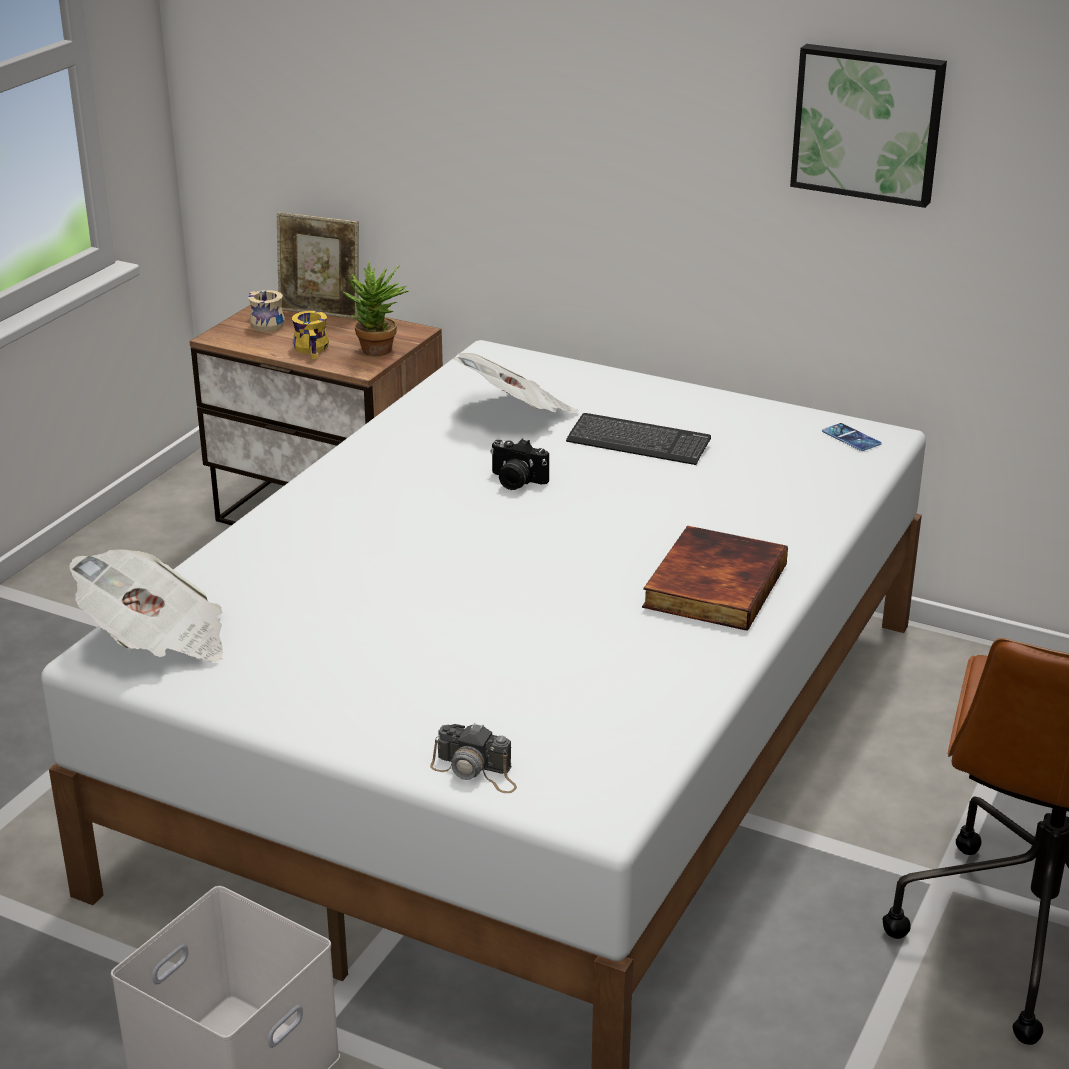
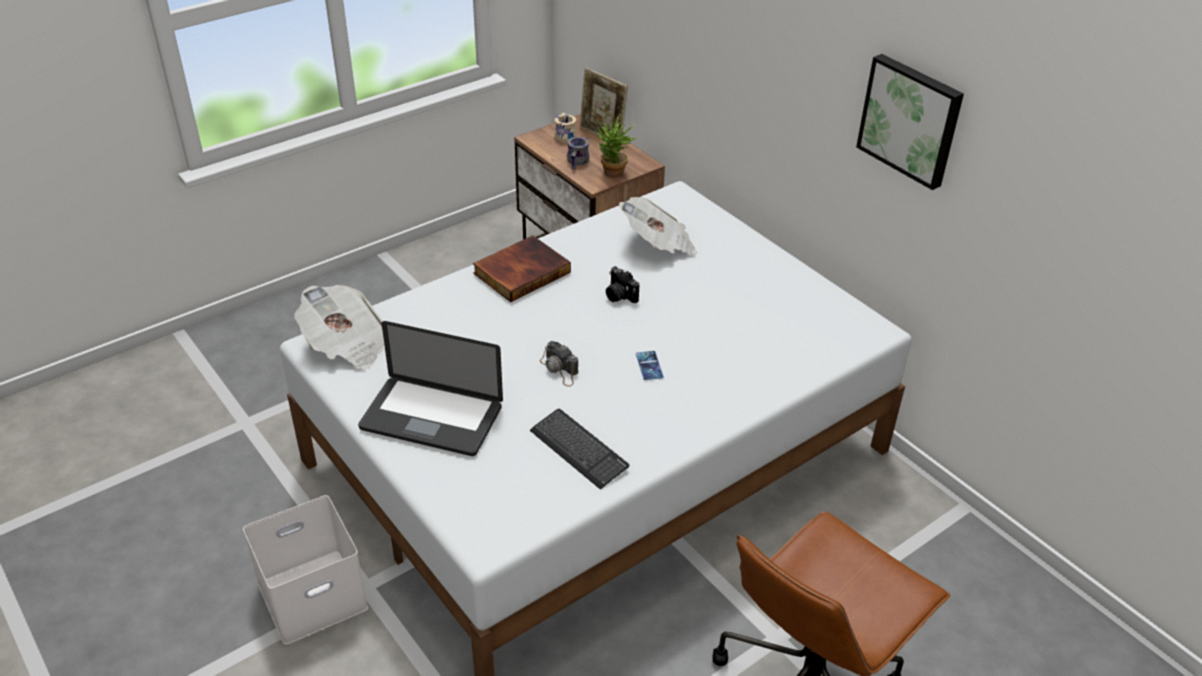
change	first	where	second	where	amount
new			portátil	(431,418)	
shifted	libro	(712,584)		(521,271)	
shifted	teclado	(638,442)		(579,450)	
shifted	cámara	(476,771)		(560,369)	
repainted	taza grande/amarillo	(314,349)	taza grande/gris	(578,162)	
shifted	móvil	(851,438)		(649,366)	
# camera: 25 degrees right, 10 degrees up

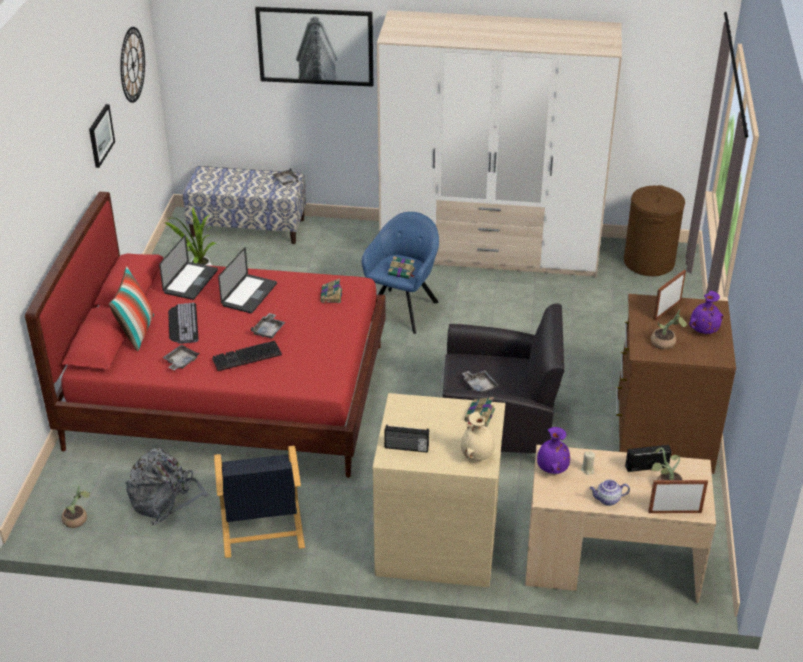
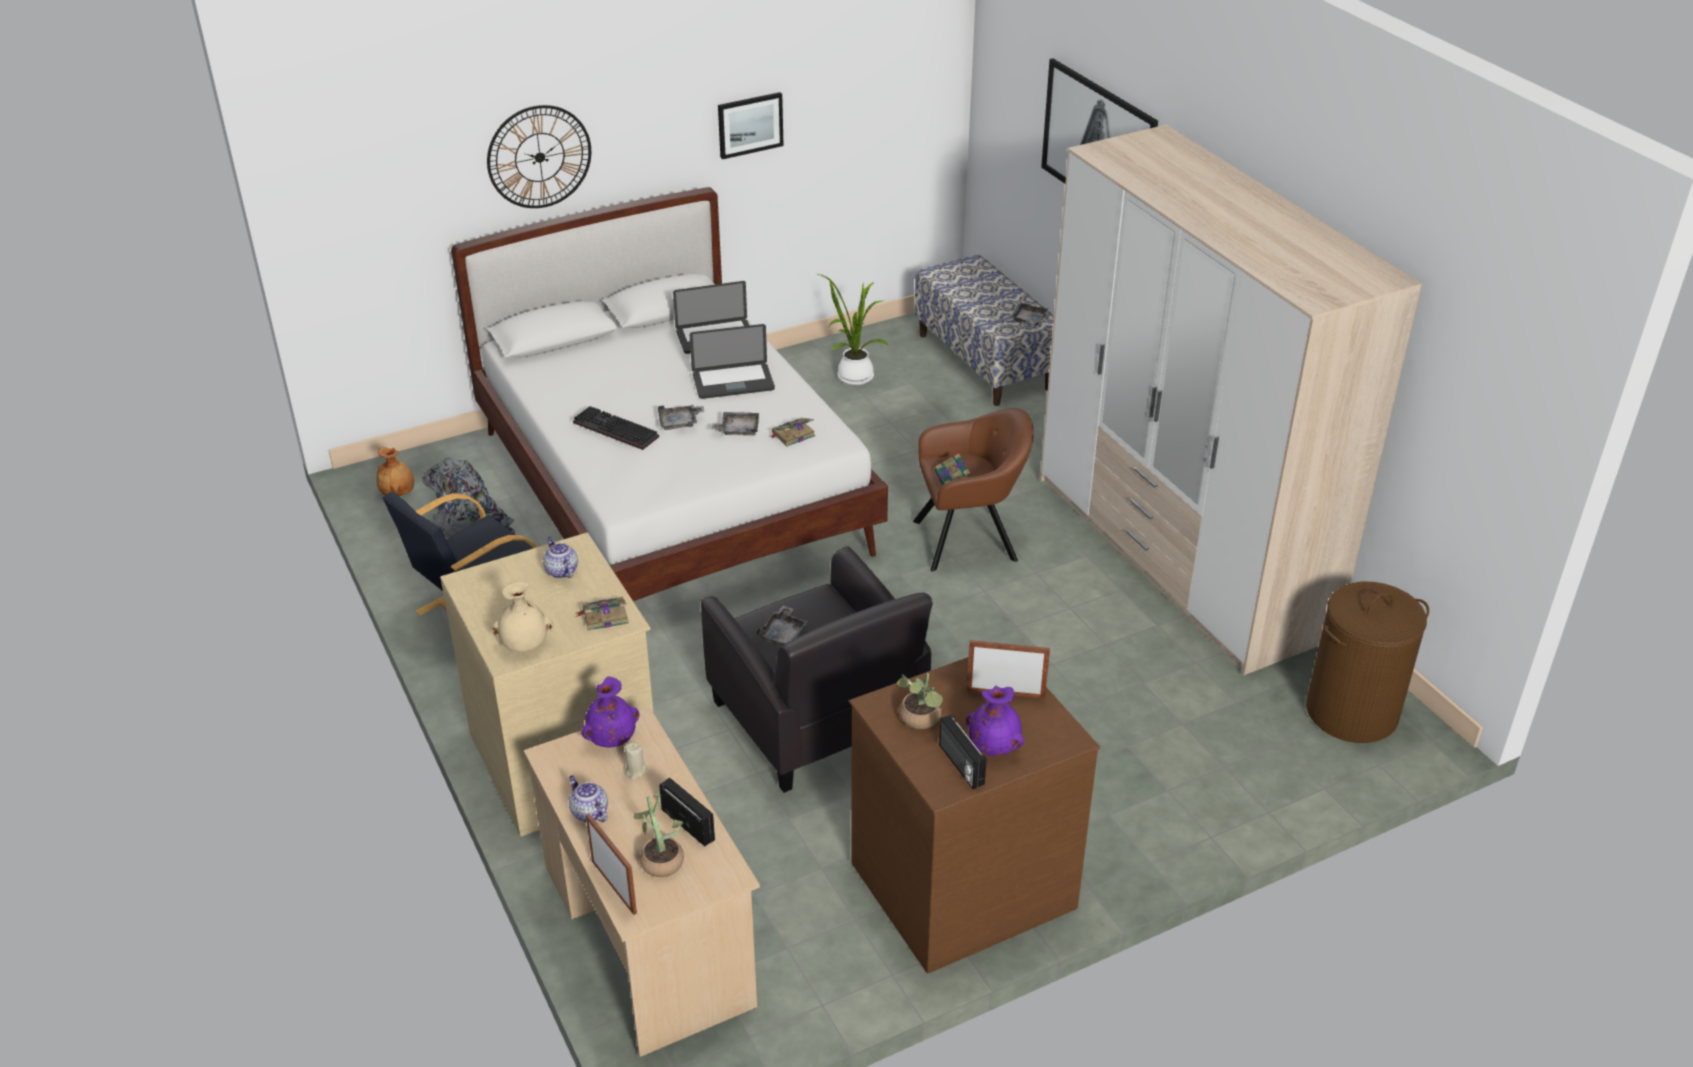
change	first	where	second	where	amount
swapped	planta en maceta	(78,519)	florero/marrón	(398,493)	
repainted	cama/rojo	(229,395)	cama/blanco	(674,491)	
shifted	reloj de pared	(132,64)		(539,157)	
new			tetera	(561,571)	
shifted	bandeja/gris	(180,362)		(738,429)	
repainted	sillón/azul	(403,308)	sillón/marrón	(970,540)	
shifted	radio	(406,448)		(960,765)	
gone	cojín	(136,332)			
gone	teclado	(182,323)			
# camera: 55 degrees right, 0 degrees up

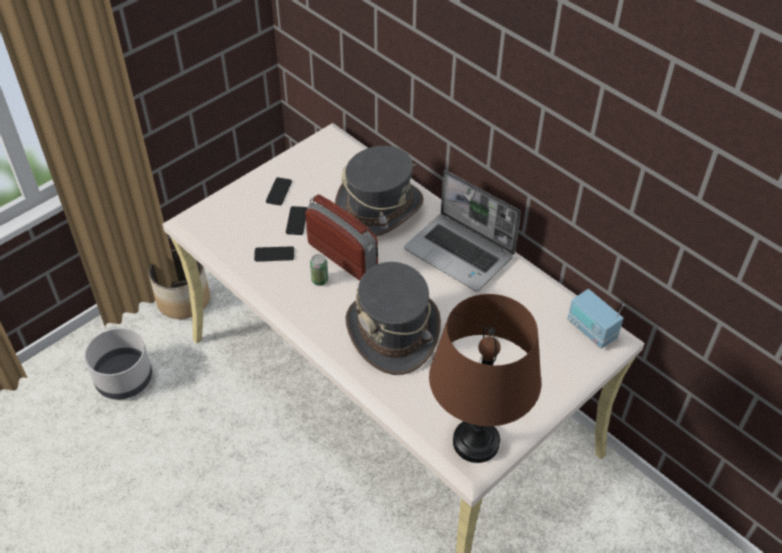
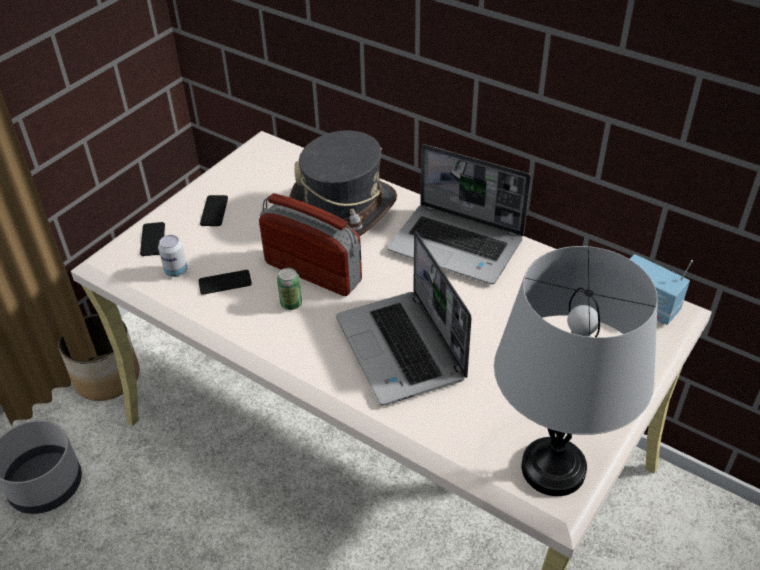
change	first	where	second	where	amount
shifted	móvil	(296,221)		(153,239)	
new			lata	(176,271)	
swapped	sombrero/gris	(393,332)	portátil	(402,349)	
repainted	lámpara de mesa/marrón	(476,442)	lámpara de mesa/gris	(553,469)	
# camera: 10 degrees left, 5 degrees down

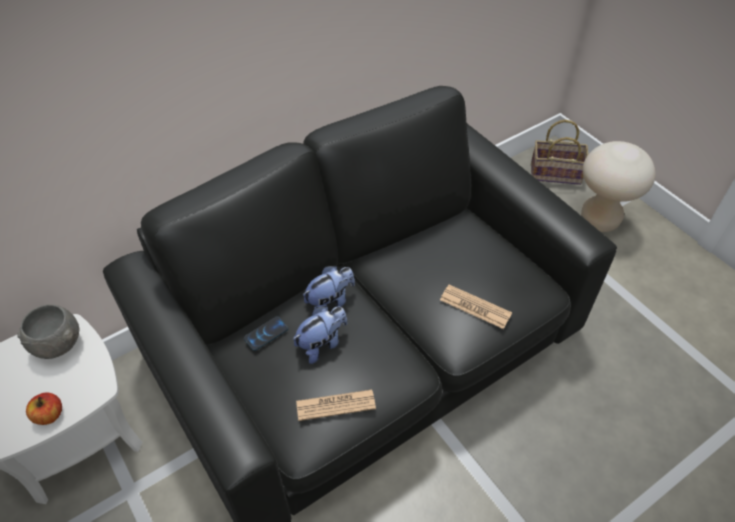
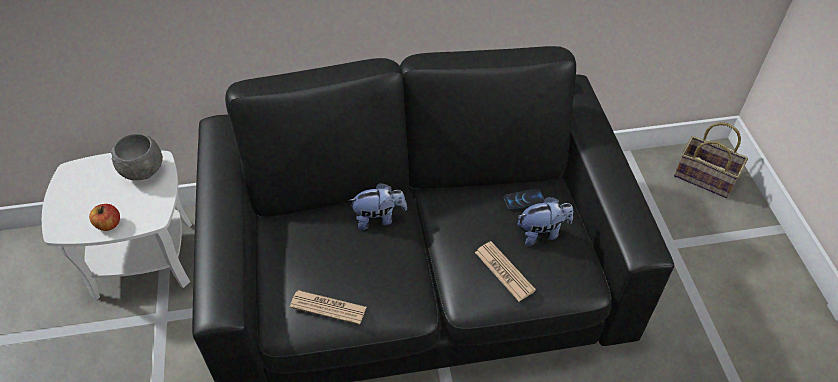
change	first	where	second	where	amount
shifted	móvil	(266,334)		(523,200)	
shifted	peluche	(322,344)		(542,232)	
gone	taburete/beis	(599,220)			
# camera: 25 degrees right, 0 degrees up

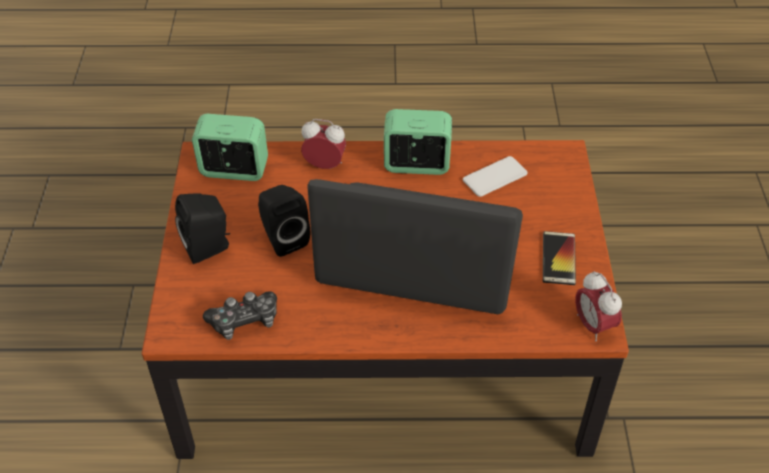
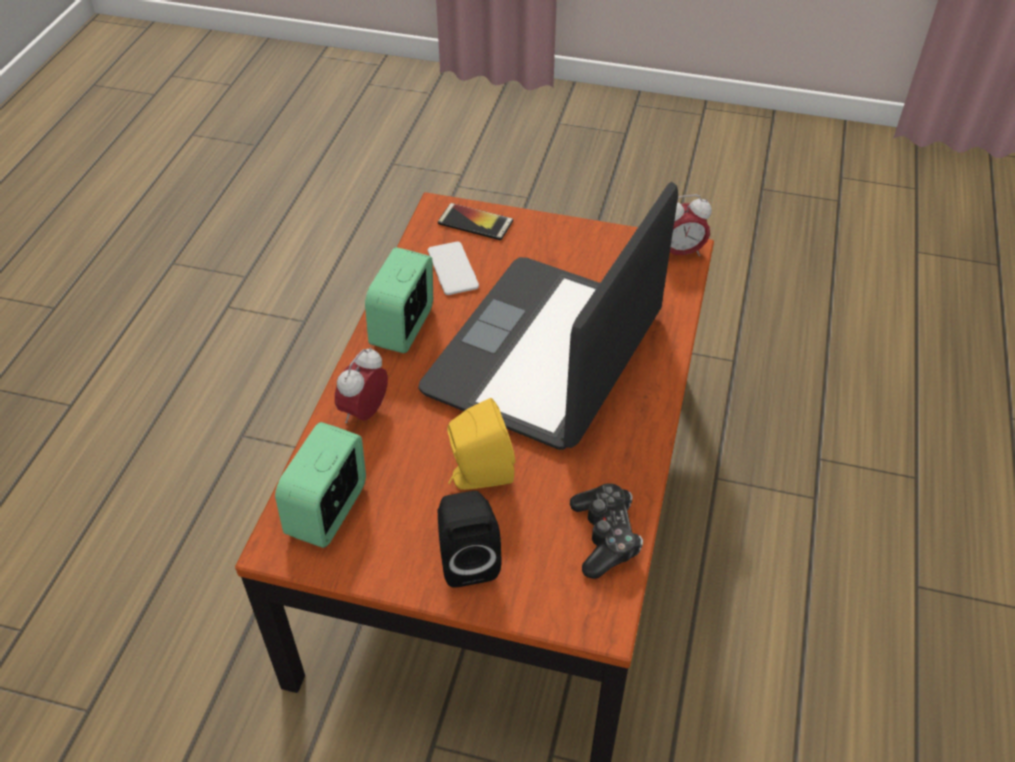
change	first	where	second	where	amount
shifted	móvil	(558,258)		(475,222)	
repainted	altavoz/negro	(283,238)	altavoz/amarillo	(478,476)	
# camera: 75 degrees left, 0 degrees up

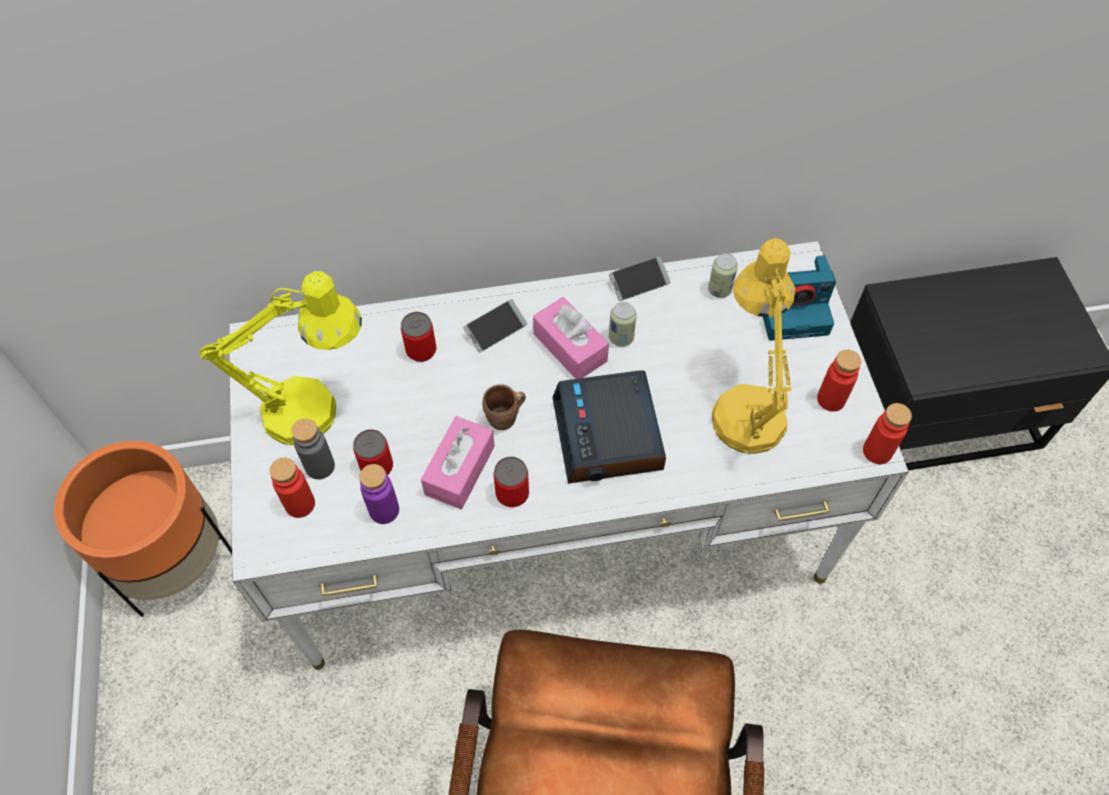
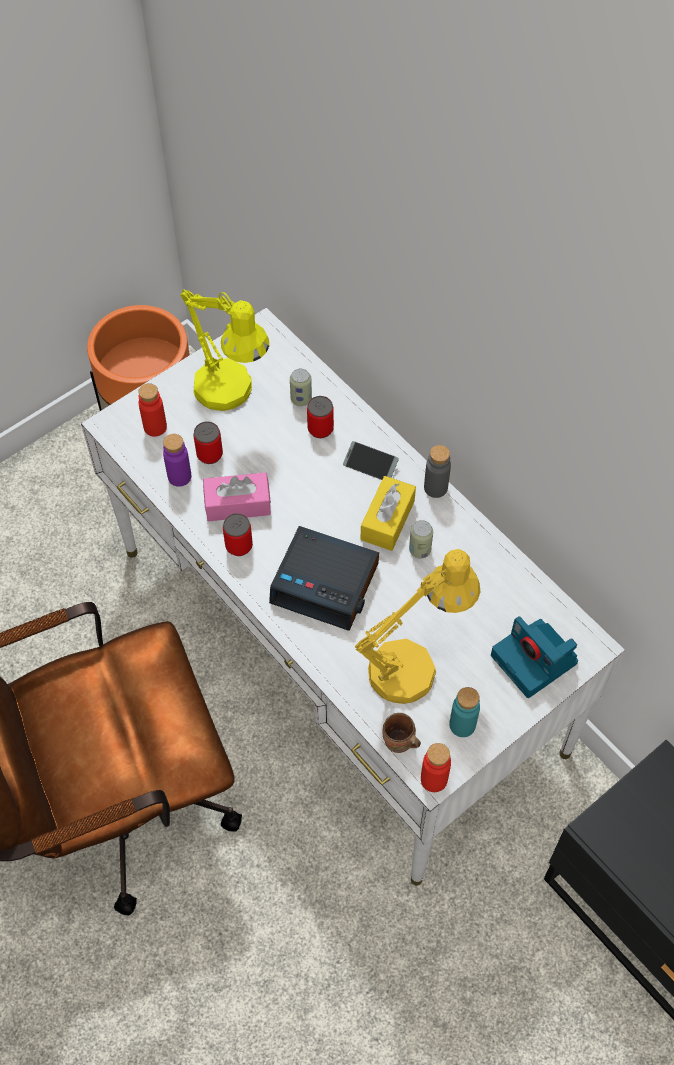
change	first	where	second	where	amount
rotated	despertador	(609,435)		(326,583)	120 degrees counterclockwise
shifted	lata	(719,290)		(301,399)	
repainted	caja de pañuelos/rosa	(570,347)	caja de pañuelos/amarillo	(387,520)	
shifted	taza grande/marrón	(504,419)		(399,744)	
shifted	botella/gris	(320,466)		(435,488)	
repainted	botella/rojo	(831,399)	botella/turquesa	(462,725)	
gone	móvil	(639,282)			
# camera: 60 degrees right, 0 degrees up

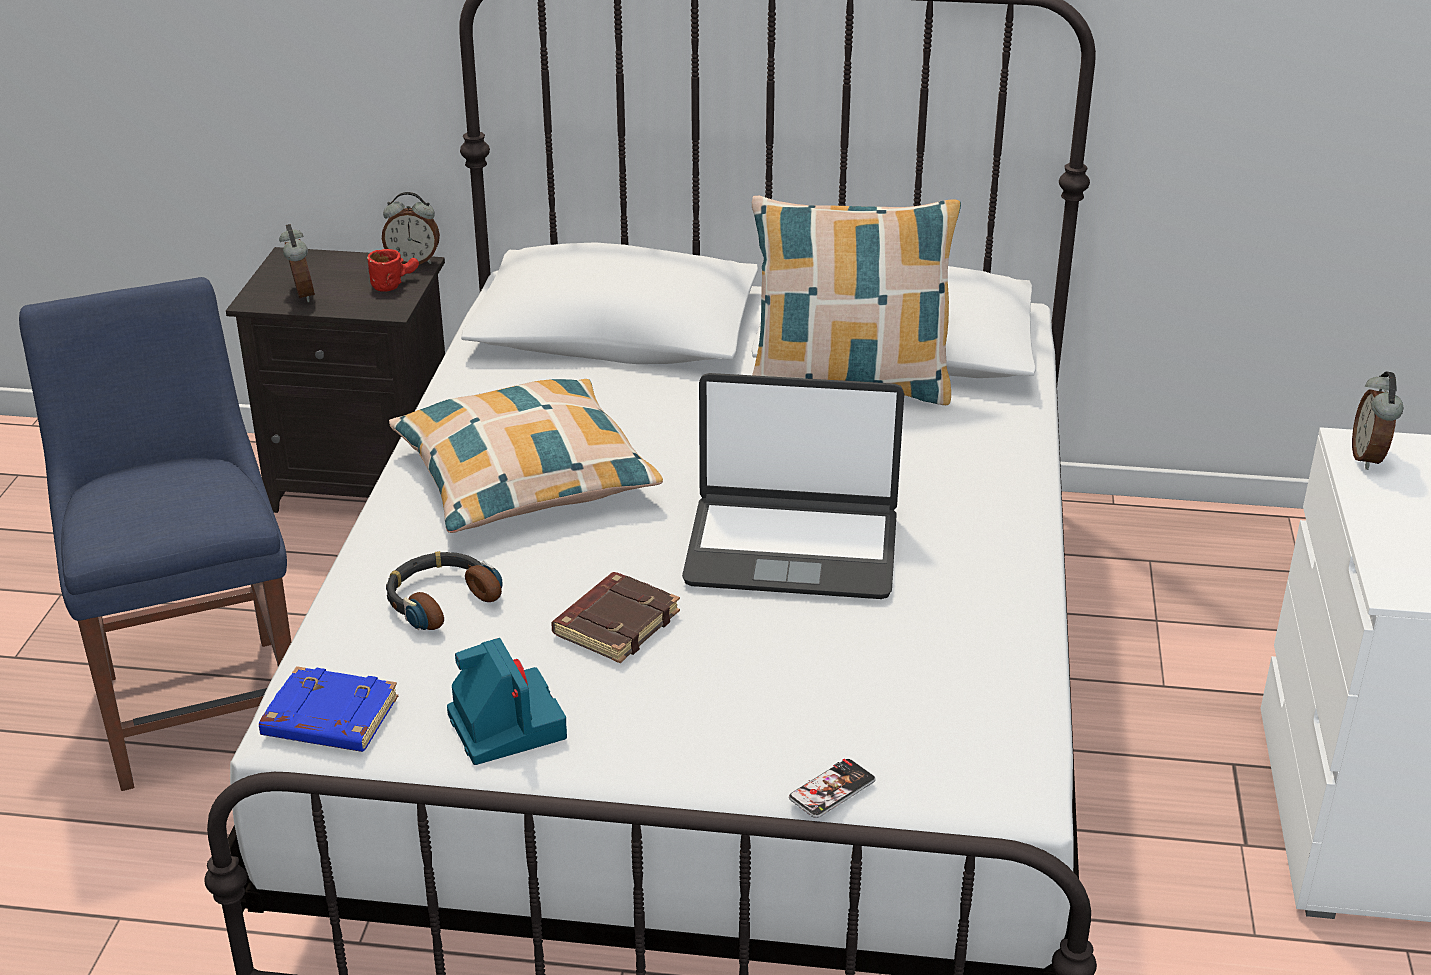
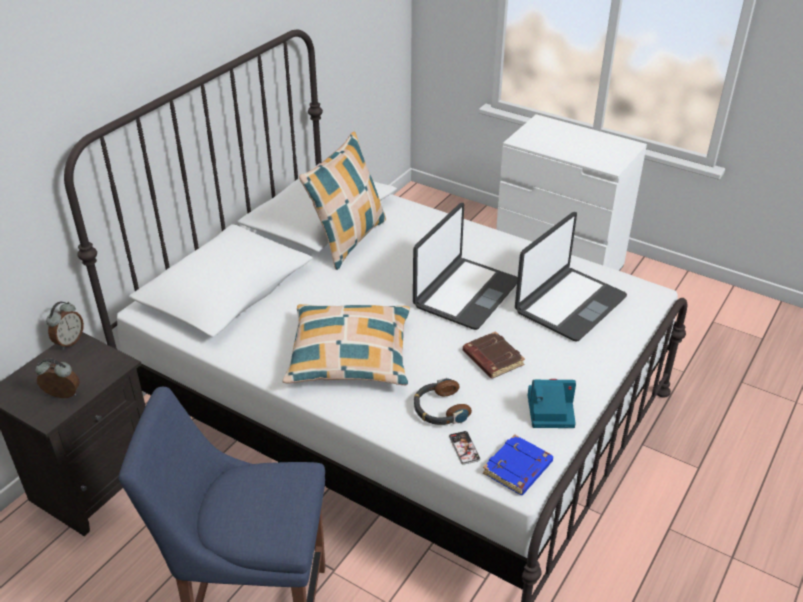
change	first	where	second	where	amount
shifted	móvil	(832,789)		(464,448)	
new			portátil	(569,304)	
gone	taza grande/rojo	(394,283)			
gone	despertador	(1369,458)			
# camera: 65 degrees left, 5 degrees up

